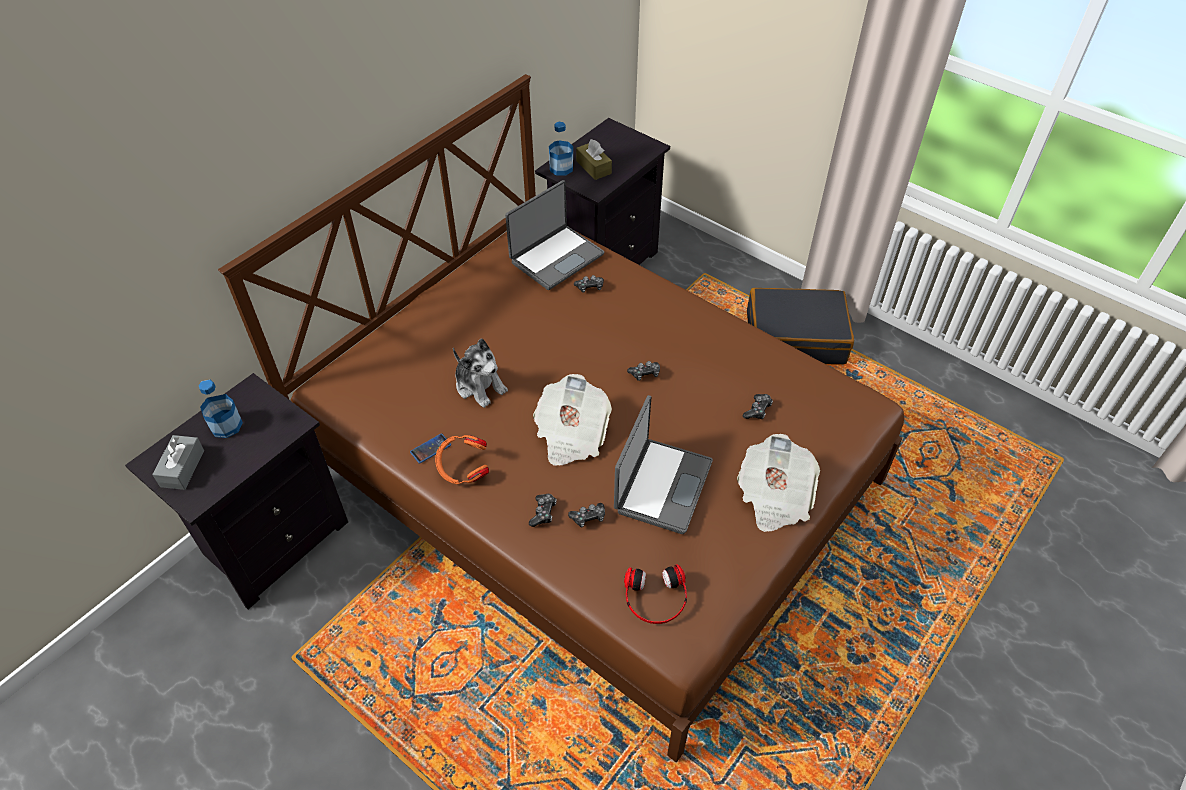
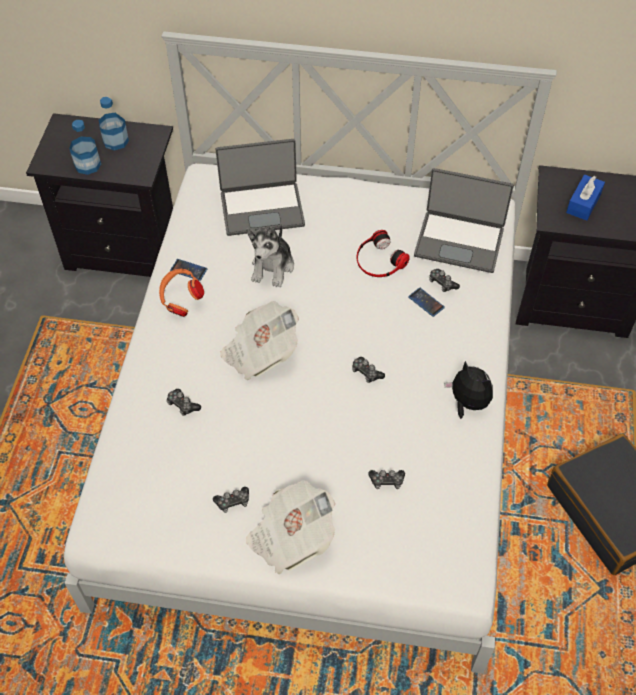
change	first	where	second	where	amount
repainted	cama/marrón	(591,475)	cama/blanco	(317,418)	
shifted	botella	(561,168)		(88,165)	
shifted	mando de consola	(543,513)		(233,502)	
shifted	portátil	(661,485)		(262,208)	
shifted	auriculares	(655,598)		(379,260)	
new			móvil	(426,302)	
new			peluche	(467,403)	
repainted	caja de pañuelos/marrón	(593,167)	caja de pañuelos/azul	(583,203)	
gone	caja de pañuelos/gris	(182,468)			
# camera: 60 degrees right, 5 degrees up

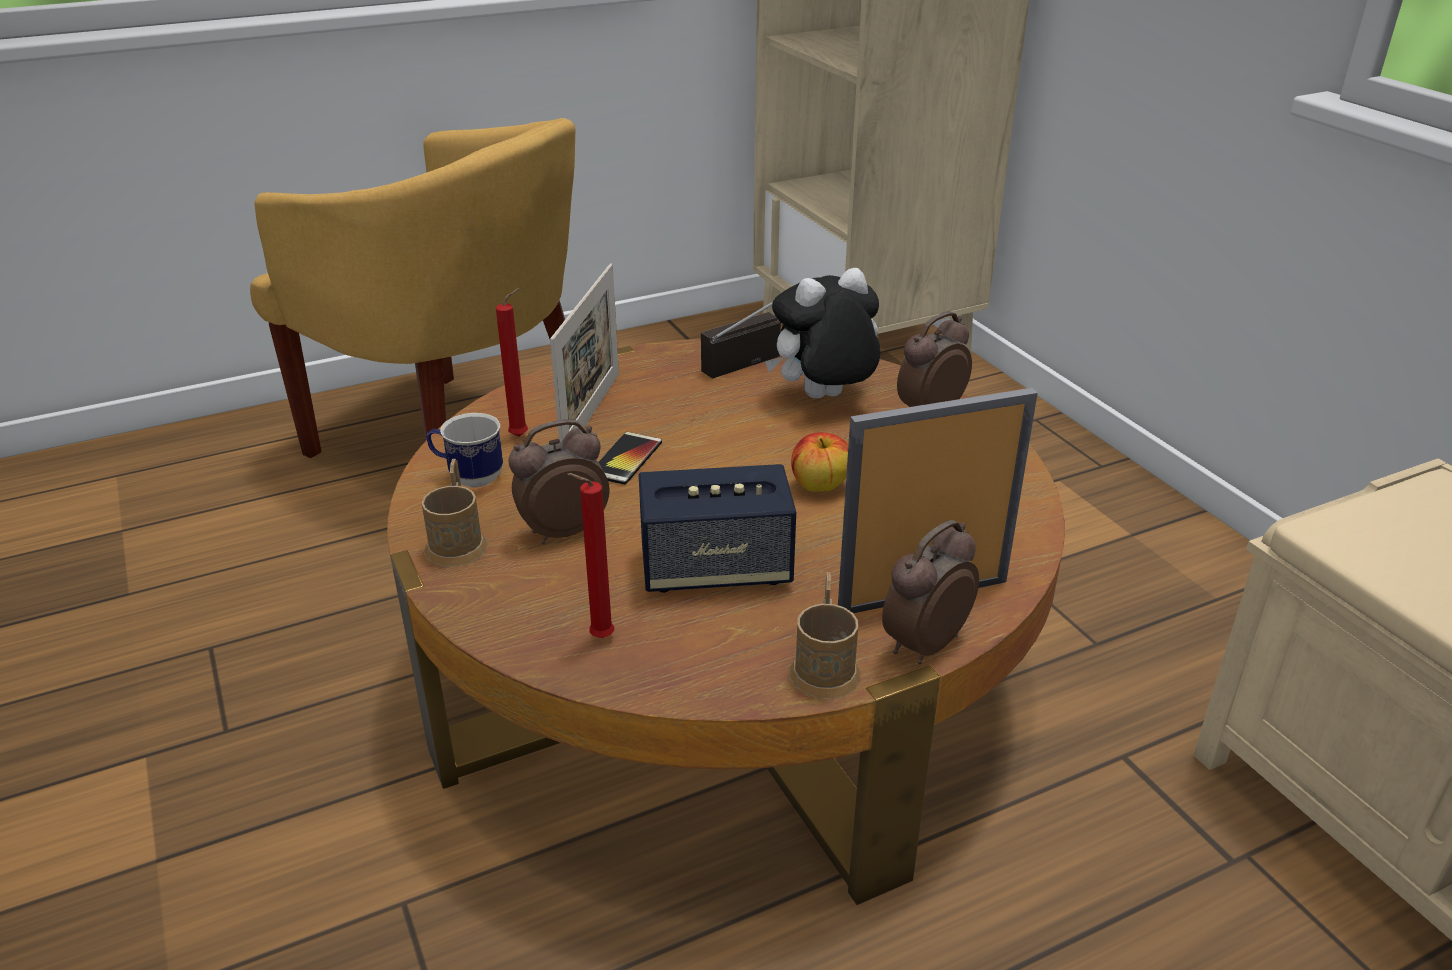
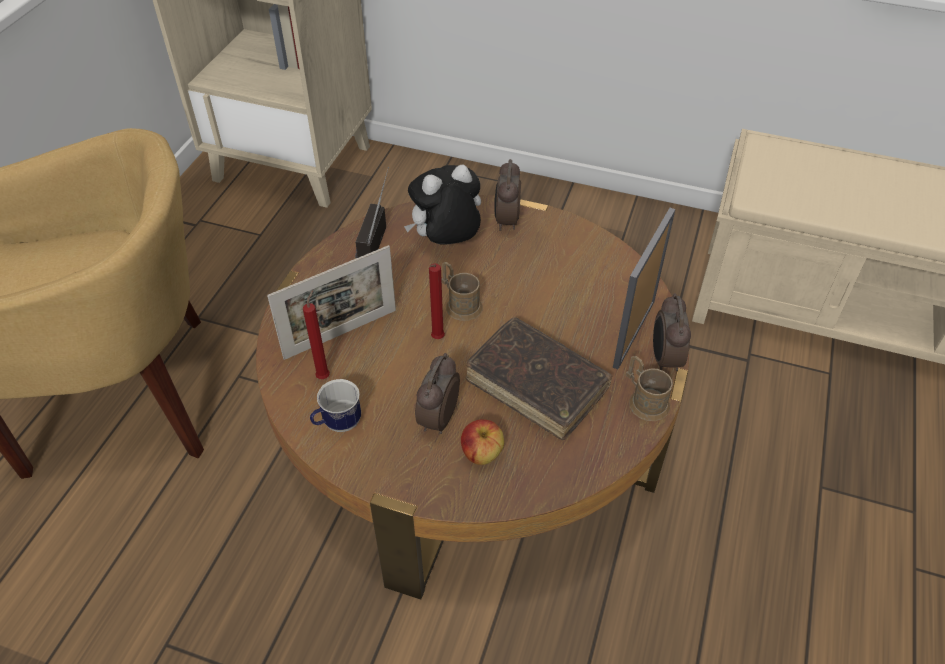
change	first	where	second	where	amount
rotated	portarretratos	(591,414)		(341,334)	90 degrees clockwise
rotated	peluche	(823,399)		(446,243)	45 degrees clockwise
shifted	vela/rojo	(598,638)		(436,339)	
shifted	taza grande/marrón	(457,542)		(460,304)	
shifted	manzana	(820,485)		(481,453)	
swapped	altavoz	(715,569)	libro/marrón	(537,385)	
gone	móvil	(625,459)			
# camera: 45 degrees left, 15 degrees up

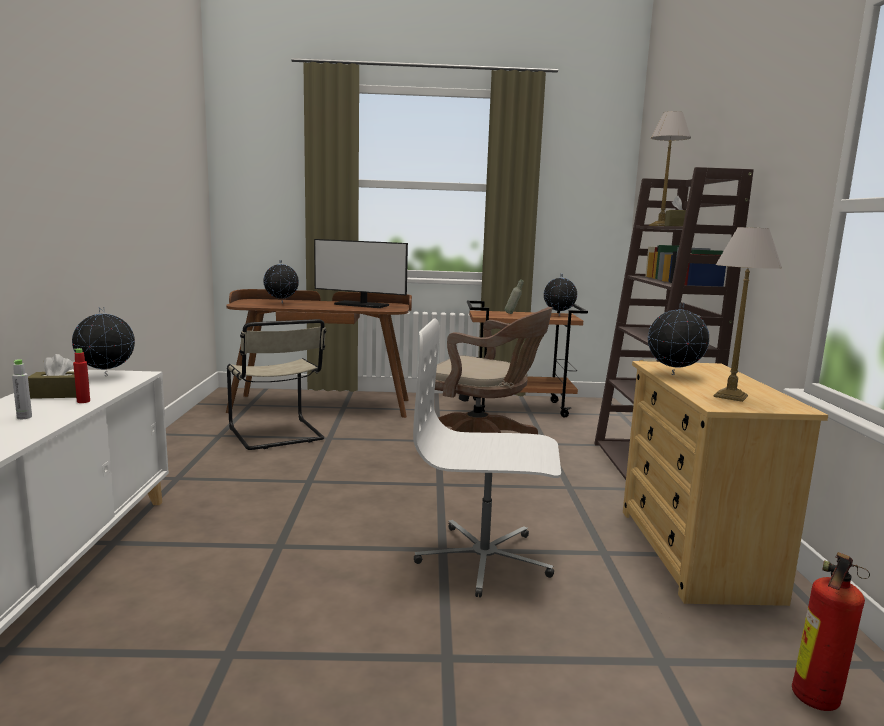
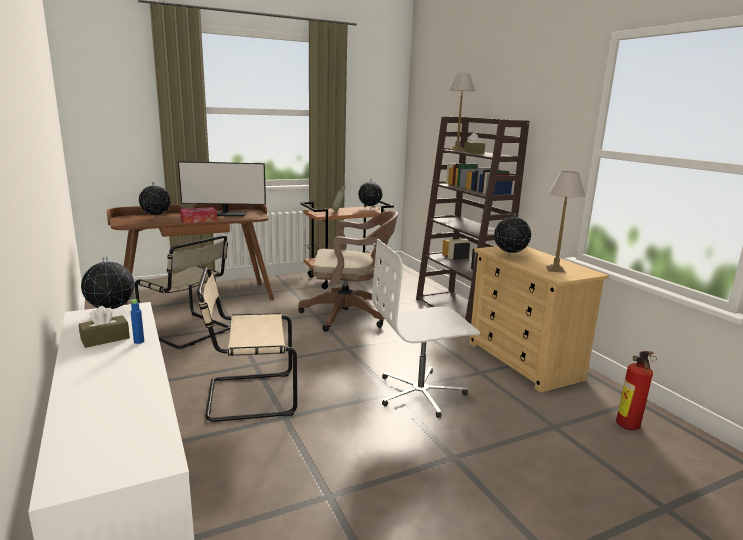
change	first	where	second	where	amount
repainted	botella/rojo	(83,401)	botella/azul	(139,341)	
new			caja de pañuelos	(199,220)	
new			silla/beis	(247,397)	
gone	botella/gris	(24,417)			
# camera: 25 degrees left, 5 degrees up

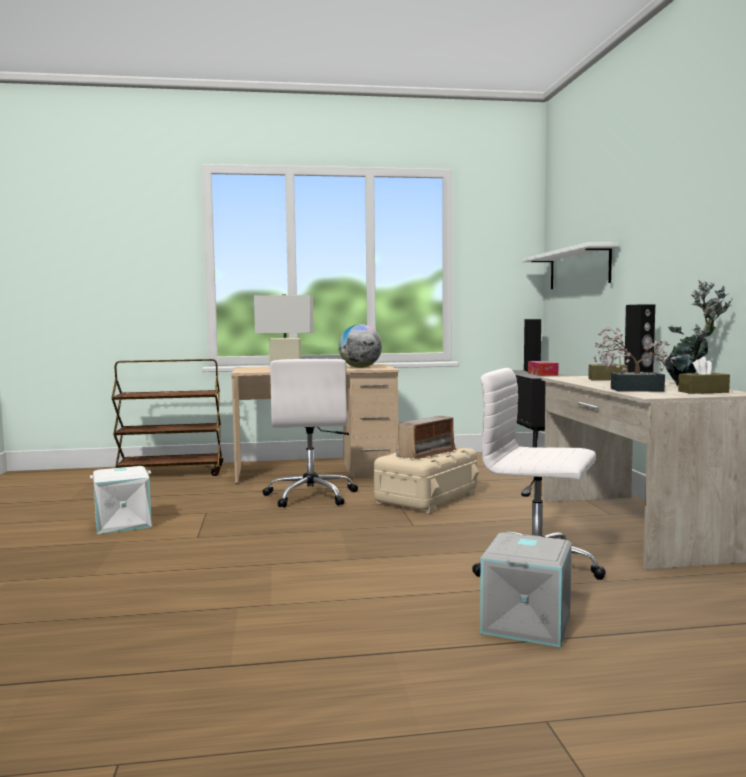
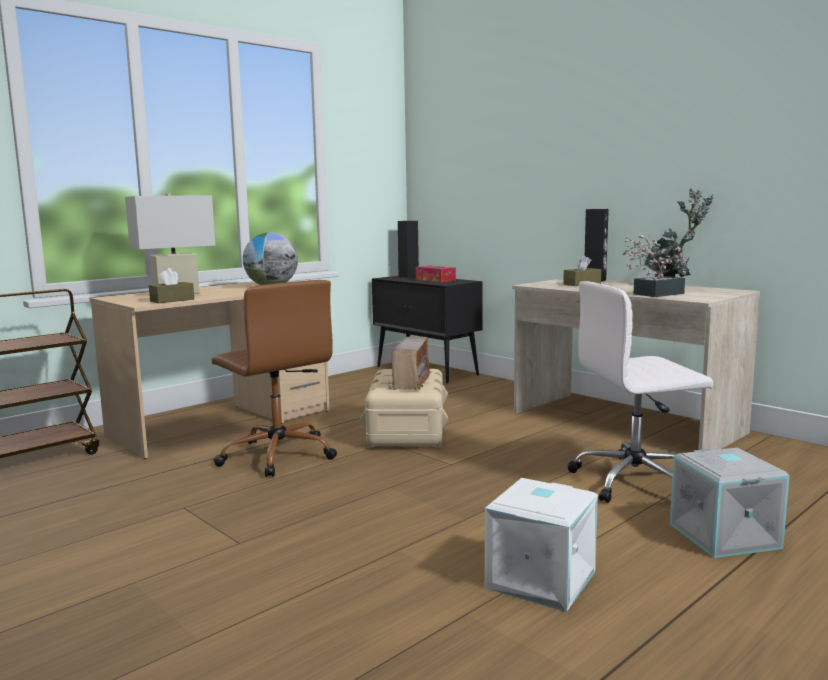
change	first	where	second	where	amount
shifted	caja de pañuelos/marrón	(703,392)		(172,300)	
repainted	silla de oficina/blanco	(311,496)	silla de oficina/marrón	(277,455)	
shifted	caja de almacenaje/blanco	(123,523)		(539,579)	
gone	estante/blanco	(578,269)			
# camera: 35 degrees left, 5 degrees up

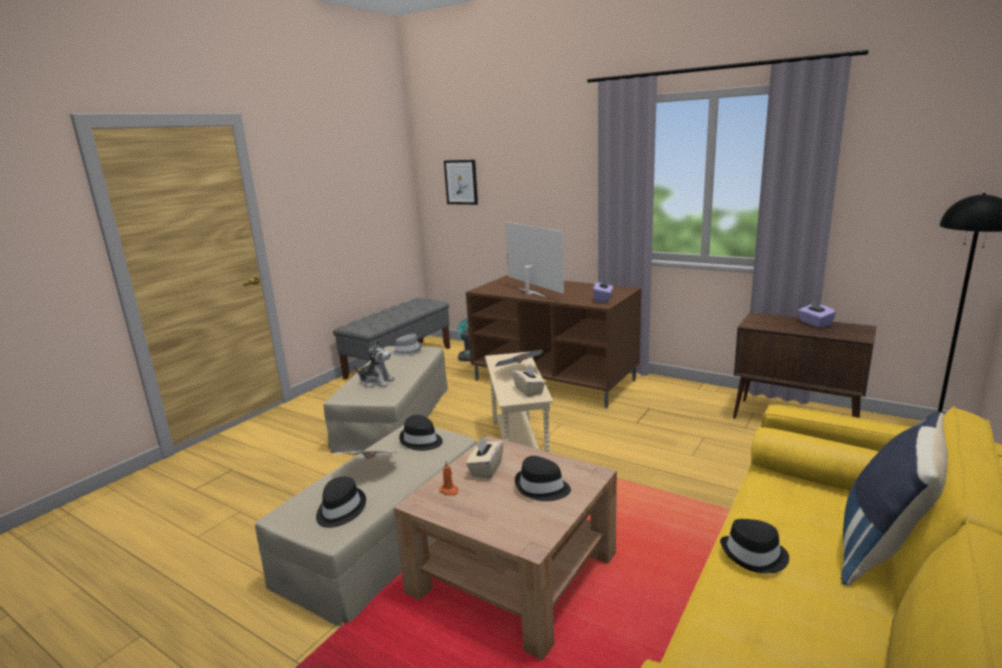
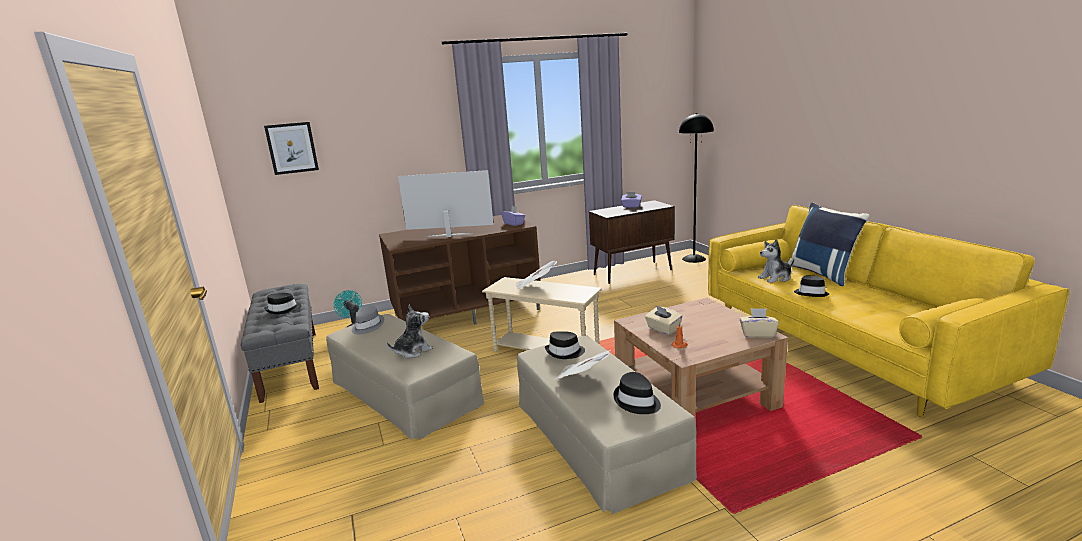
change	first	where	second	where	amount
shifted	sombrero/negro	(542,488)		(283,310)	
shifted	caja de pañuelos/beis	(529,390)		(757,334)	
new			peluche	(775,278)	
# camera: 55 degrees left, 0 degrees up

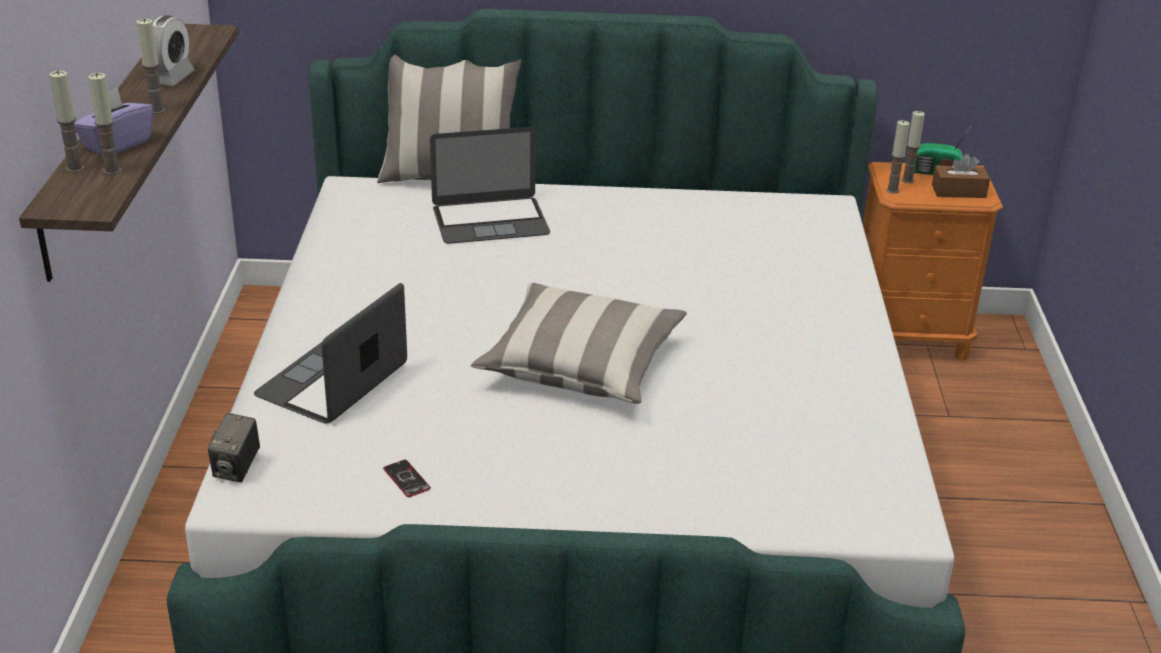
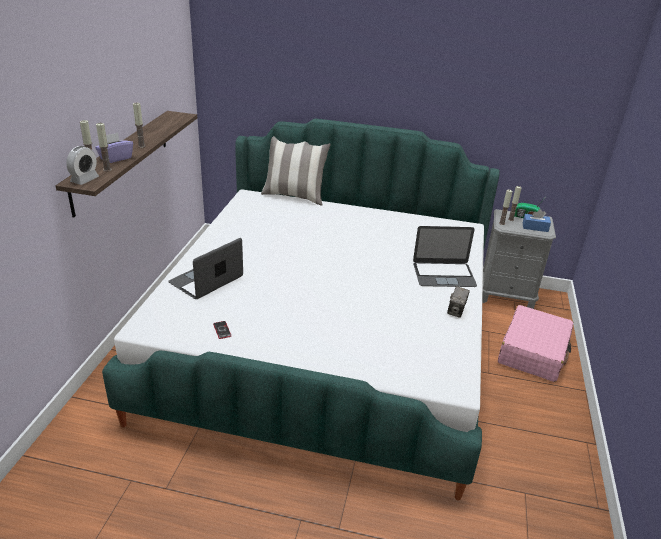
change	first	where	second	where	amount
shifted	despertador	(172,78)		(85,180)	
shifted	portátil	(490,220)		(443,274)	
shifted	cámara	(237,469)		(456,311)	
repainted	mesita de noche/naranja	(909,337)	mesita de noche/gris	(506,296)	
new			maleta/rosa	(533,352)	
repainted	caja de pañuelos/marrón	(958,191)	caja de pañuelos/azul	(535,227)	
gone	cojín	(580,366)			
# camera: 10 degrees right, 0 degrees up

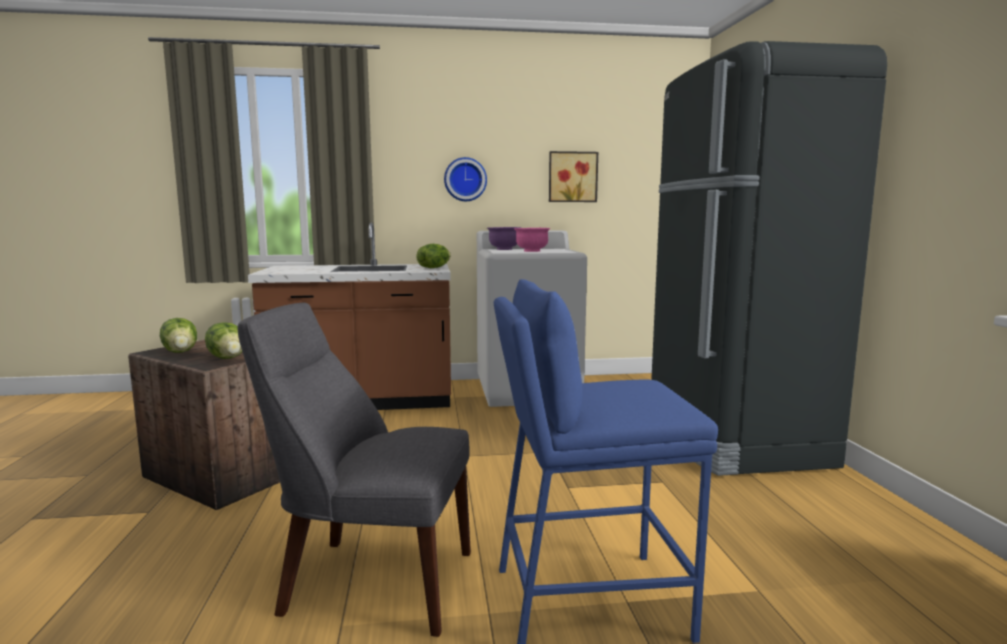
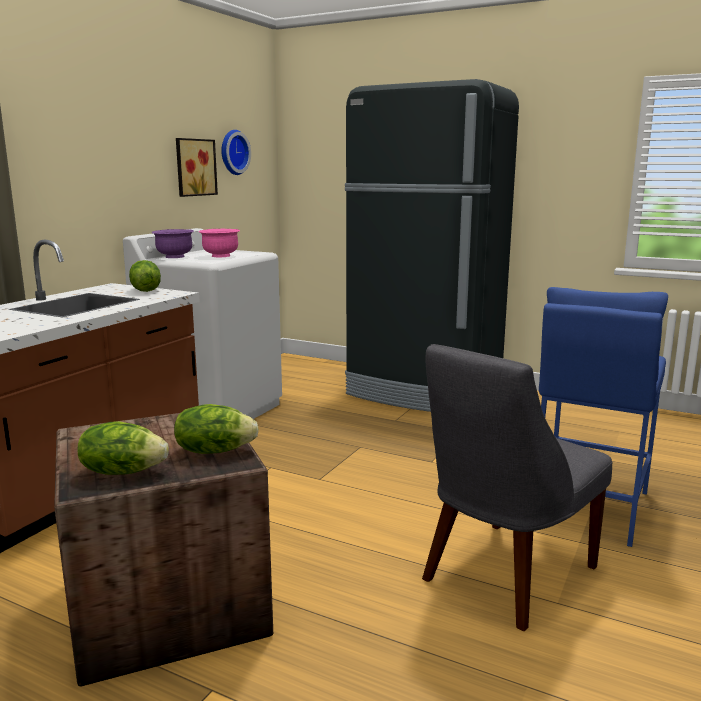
change	first	where	second	where	amount
shifted	reloj de pared	(465,179)		(232,152)	
# camera: 55 degrees left, 5 degrees up

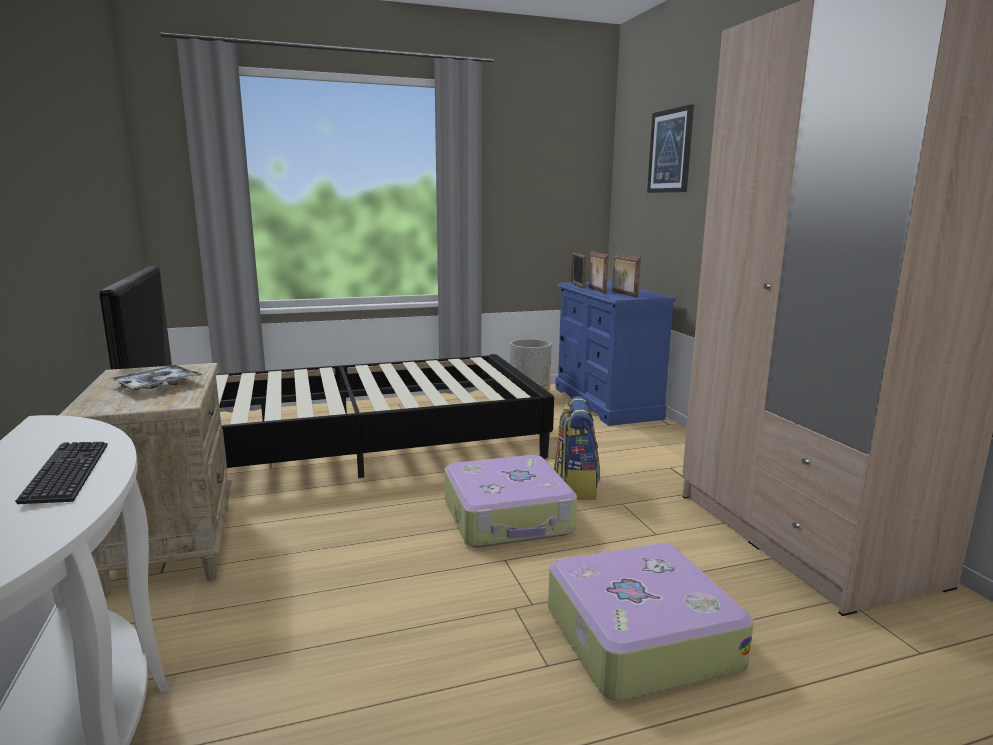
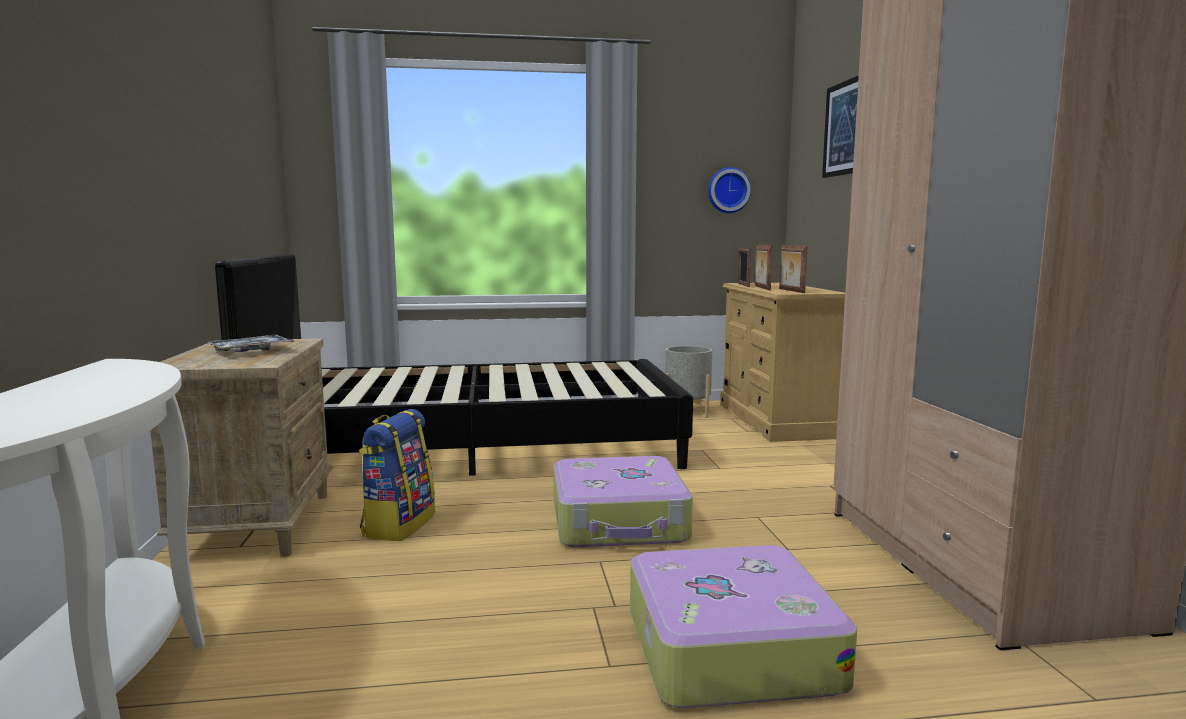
change	first	where	second	where	amount
shifted	mochila	(575,487)		(398,524)	
new			reloj de pared	(728,190)	
repainted	cómoda/azul	(606,403)	cómoda/beis	(775,420)	
gone	teclado	(67,474)			
# camera: 10 degrees right, 5 degrees down

